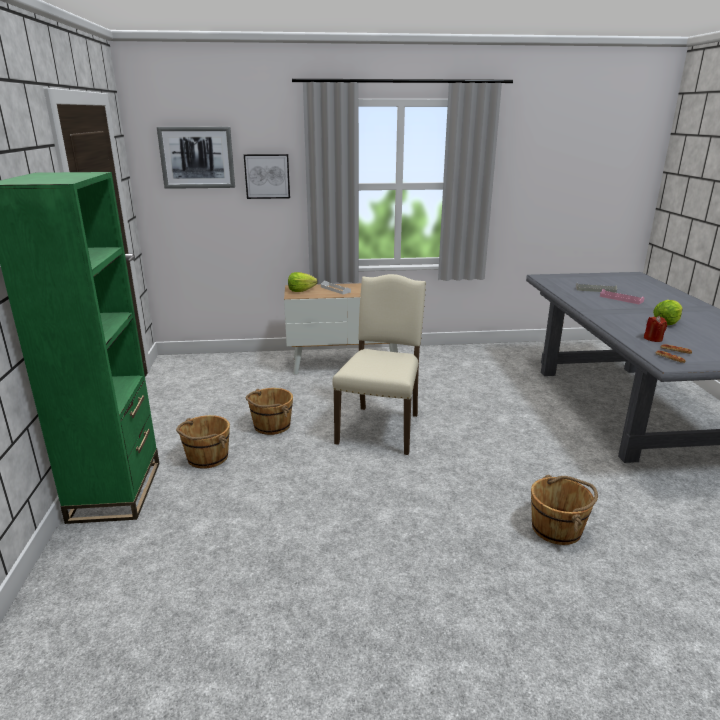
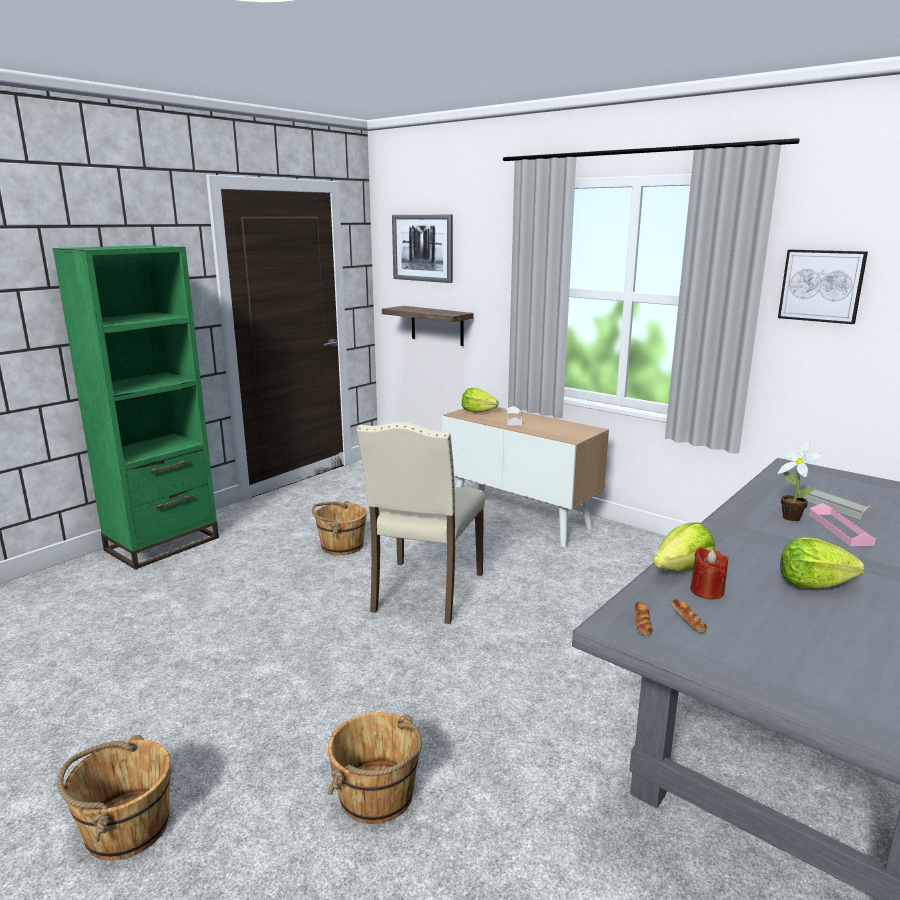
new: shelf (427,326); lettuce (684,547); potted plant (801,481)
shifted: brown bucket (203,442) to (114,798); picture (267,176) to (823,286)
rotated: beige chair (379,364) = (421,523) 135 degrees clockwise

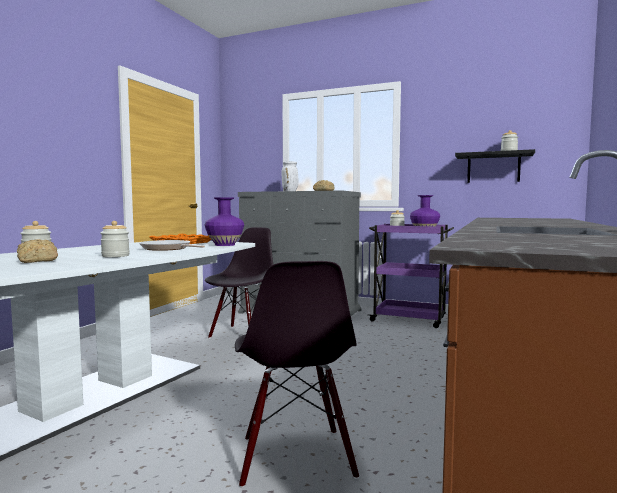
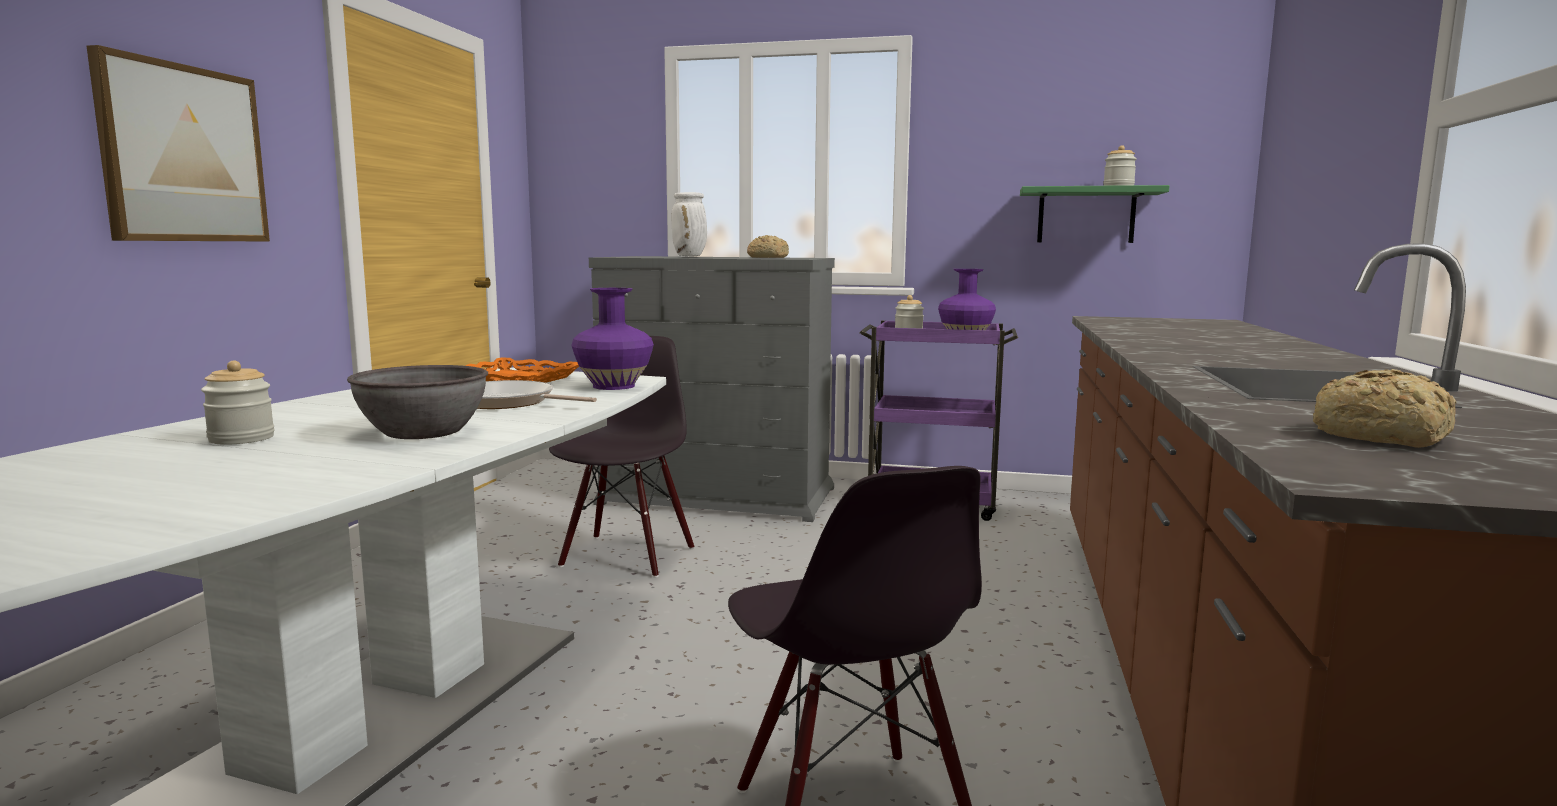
new: picture (178,143)
shifted: bread (37,251) to (1385,408)
swapped: jar (115,239) to grey bowl (417,402)
repainted: black shelf (495,166) to green shelf (1095,214)

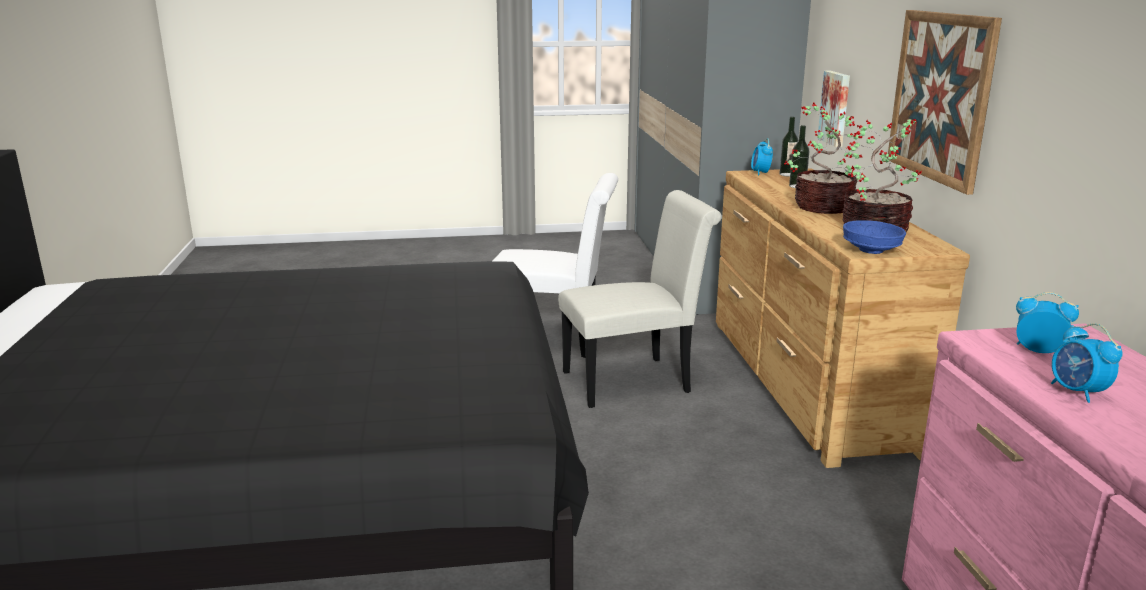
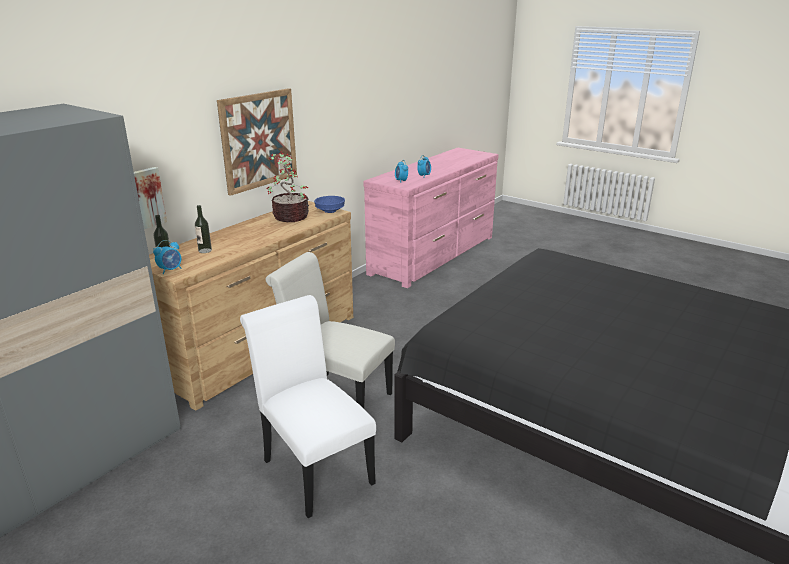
gone: potted plant (823,158)

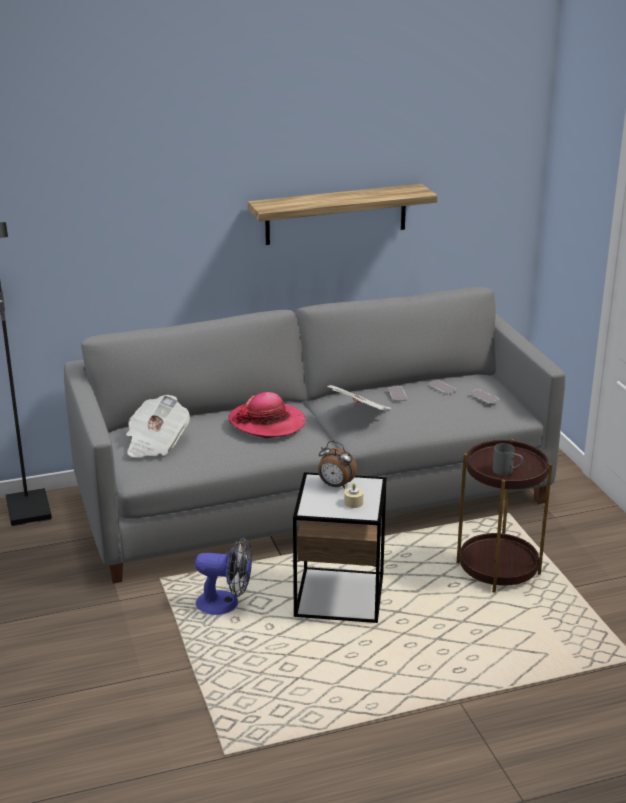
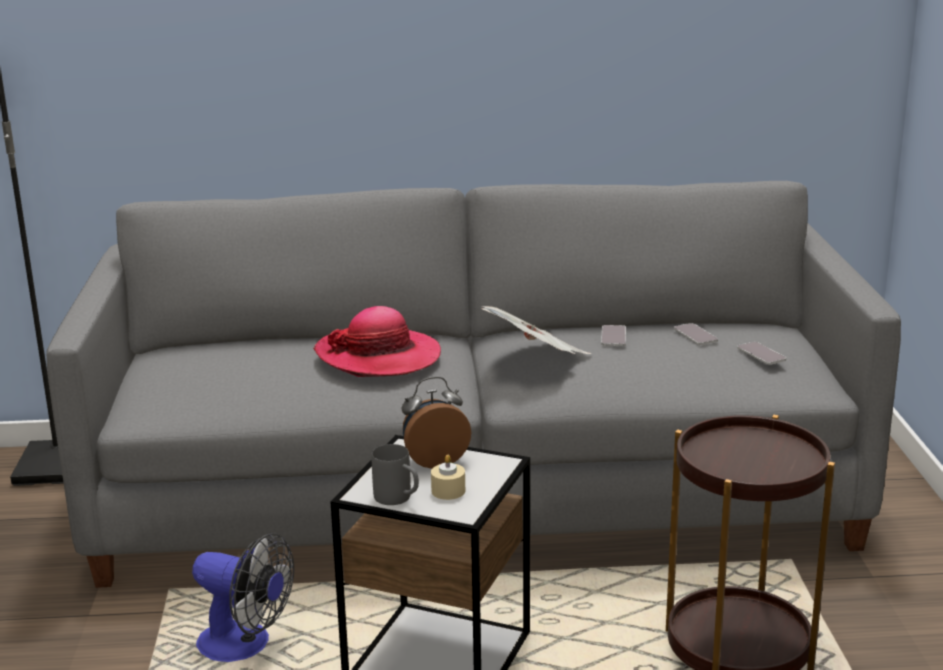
gone: newspaper (158,426); shelf (342,214)
shifted: grey mug (508,459) to (395,474)
rotated: alarm clock (337,465) = (436,423) 120 degrees clockwise

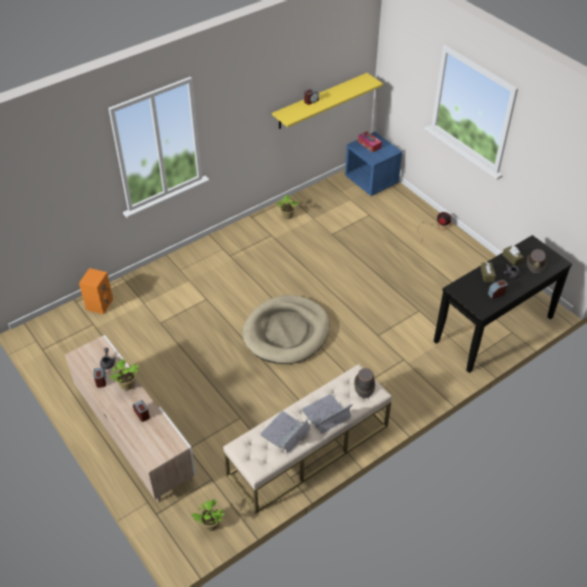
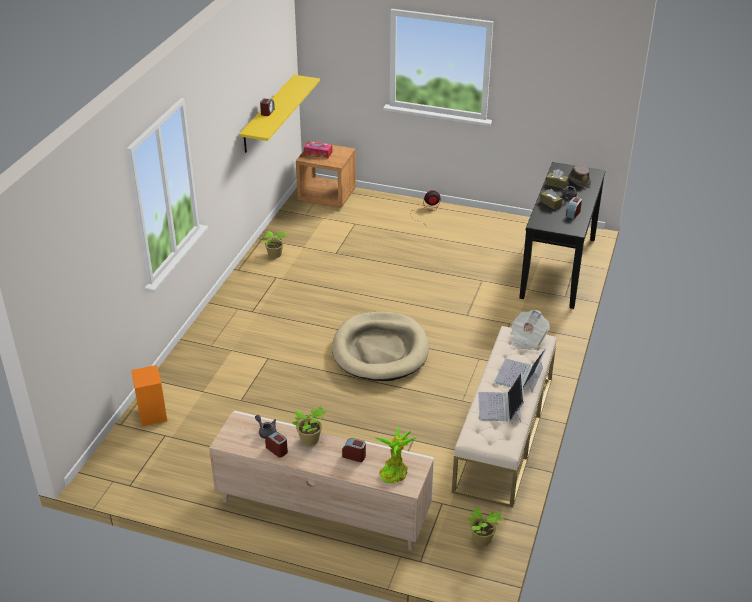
new: potted plant (396,454)
swapped: brown hat (364,383) to newspaper (530,330)
repainted: blue nightstand (373,164) to brown nightstand (326,176)

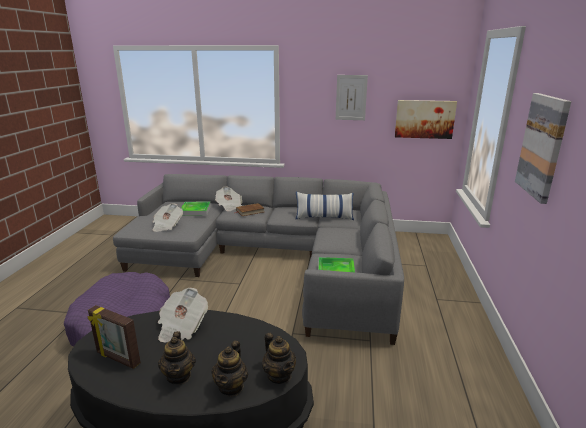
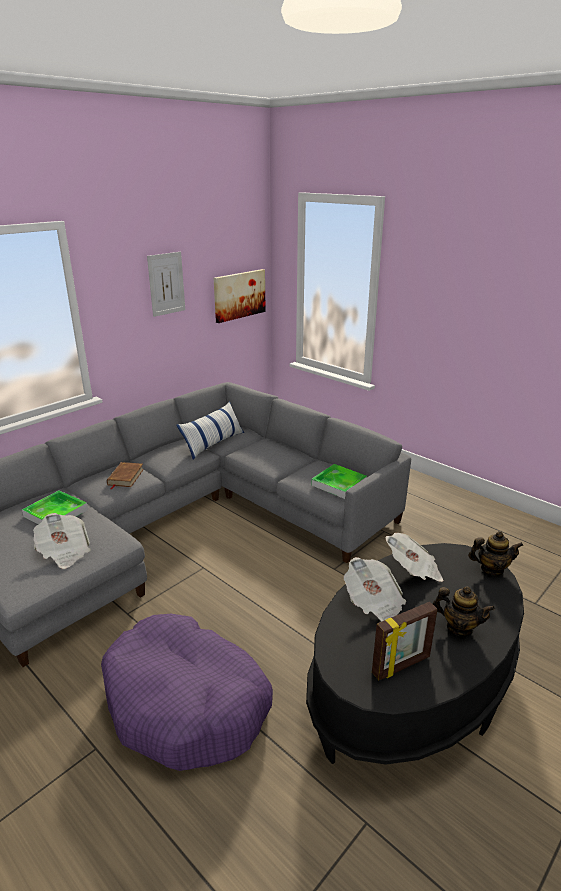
gone: teapot (229,369); picture (543,148)
shifted: newspaper (228,199) to (415,557)

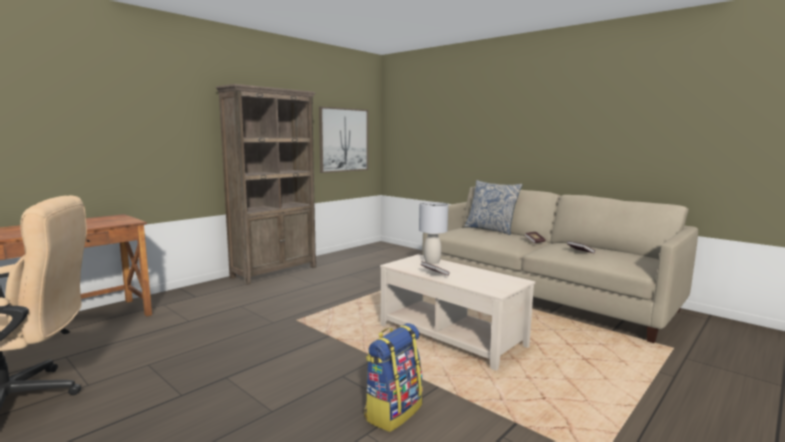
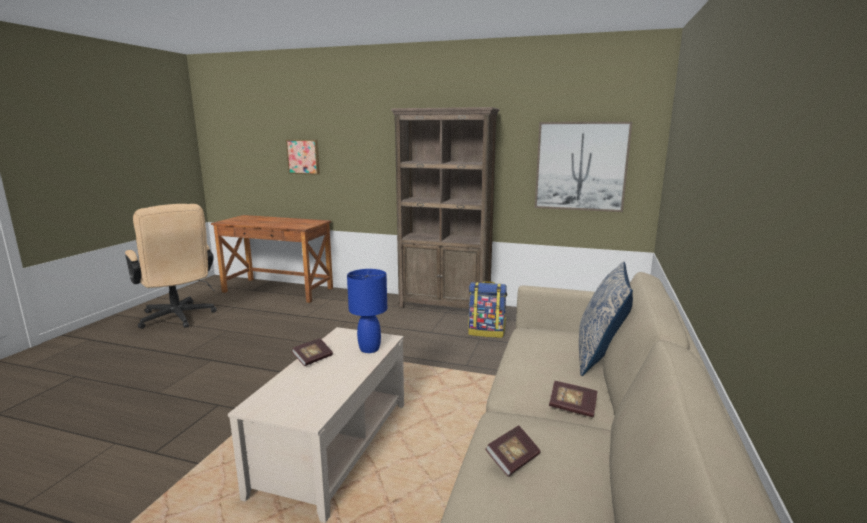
new: picture (303,157)
shifted: backpack (393,377) to (487,309)
repainted: grey table lamp (433,233) to blue table lamp (367,311)

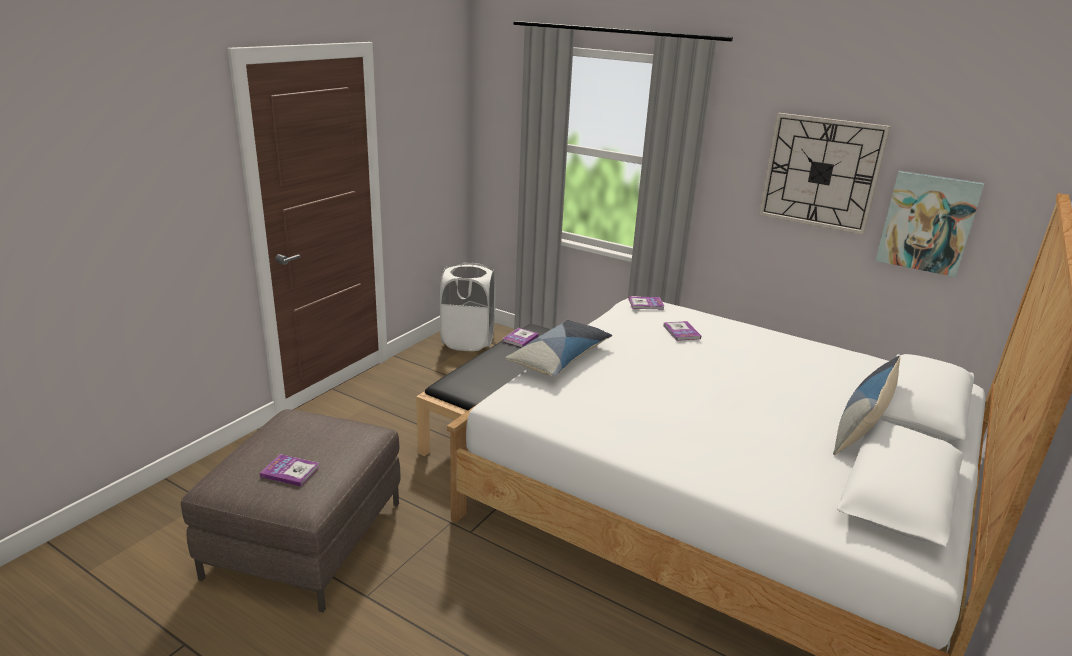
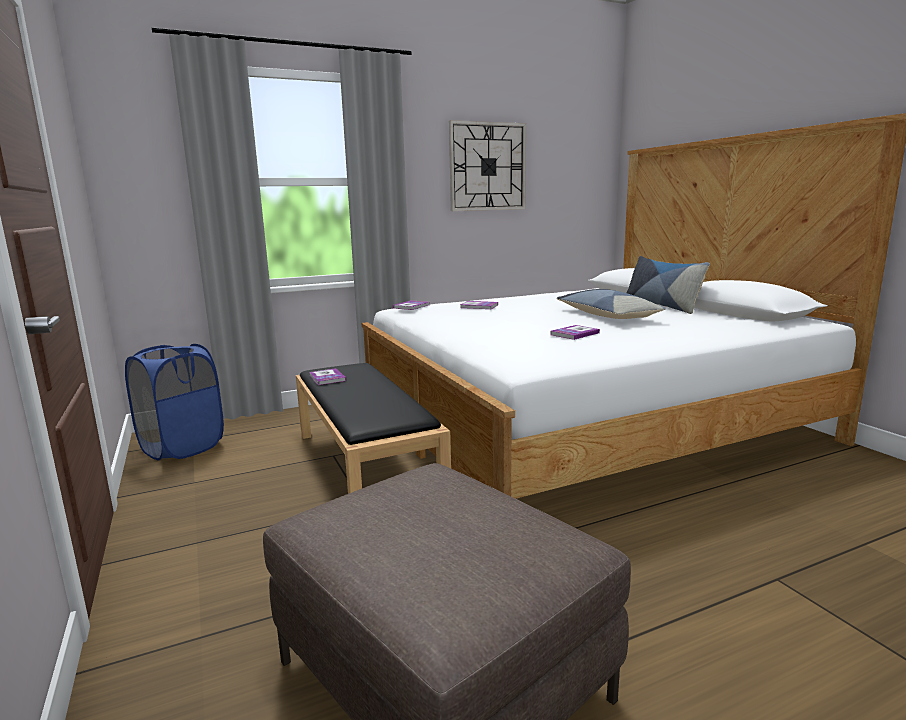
gone: picture (930,224)
shifted: book (289,470) to (575,332); pillow (558,348) to (611,304)
repainted: white laundry basket (468,307) to blue laundry basket (174,402)

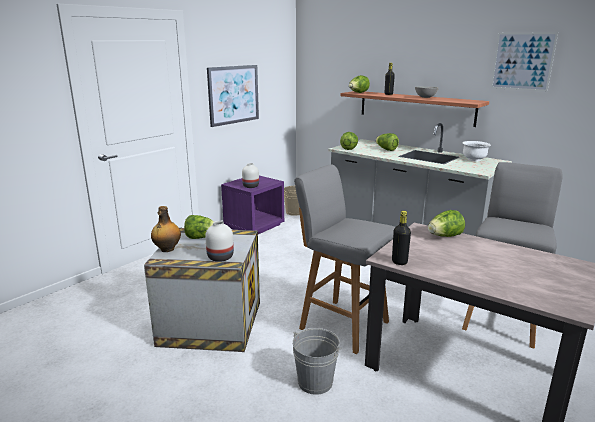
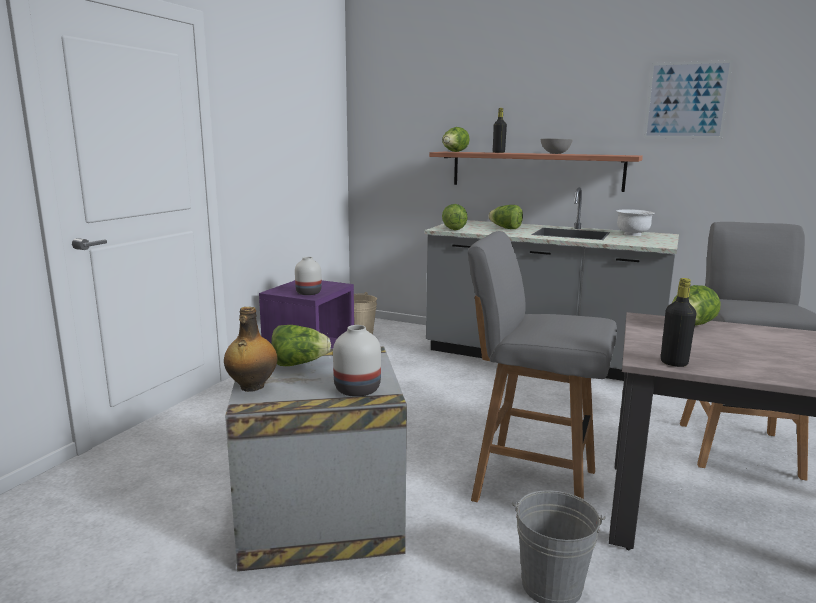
gone: picture (233,96)

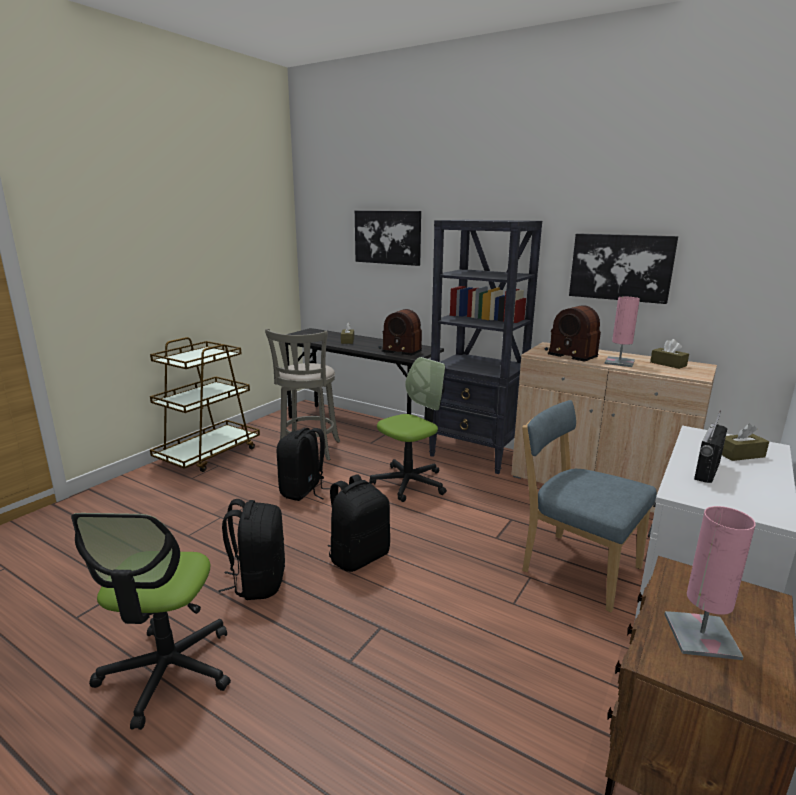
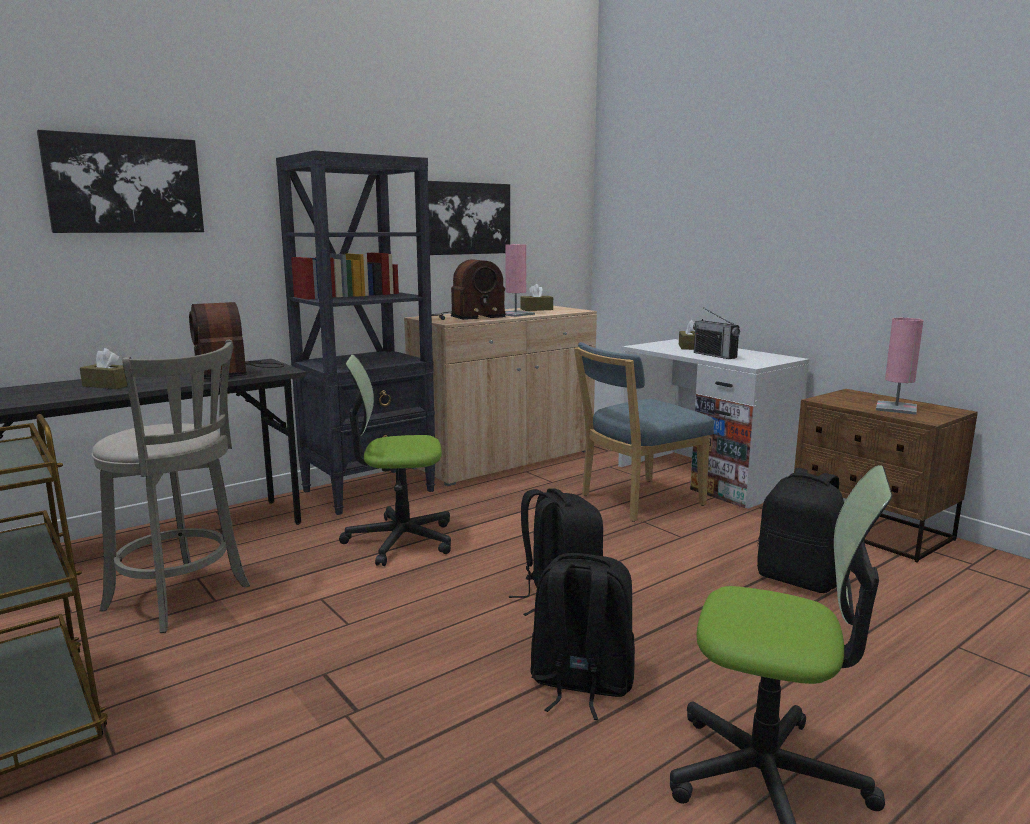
shifted: black backpack (303,464) to (800,530)
rotated: office chair (408,429) = (395,460) 75 degrees counterclockwise; radio (400,332) = (236,340) 105 degrees clockwise

